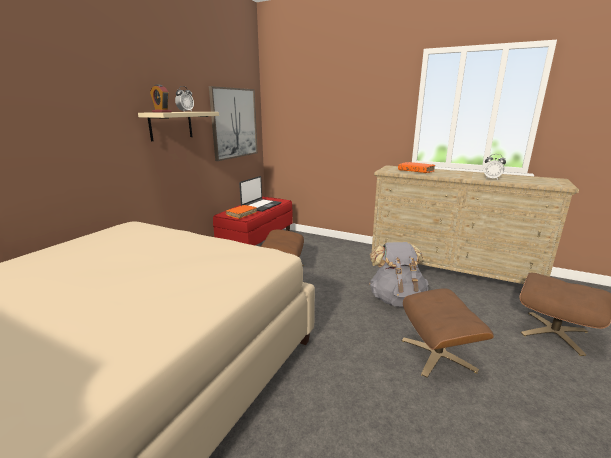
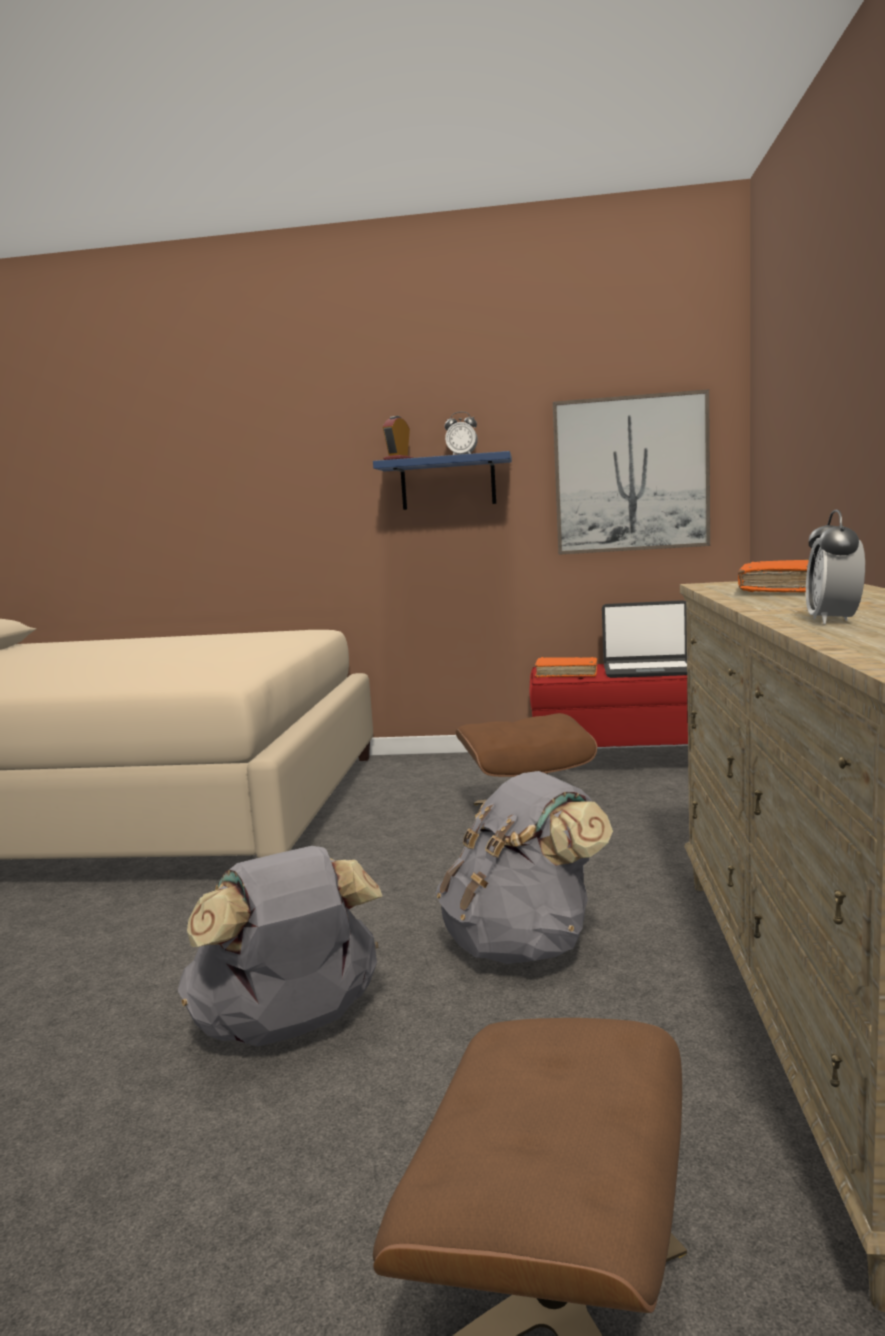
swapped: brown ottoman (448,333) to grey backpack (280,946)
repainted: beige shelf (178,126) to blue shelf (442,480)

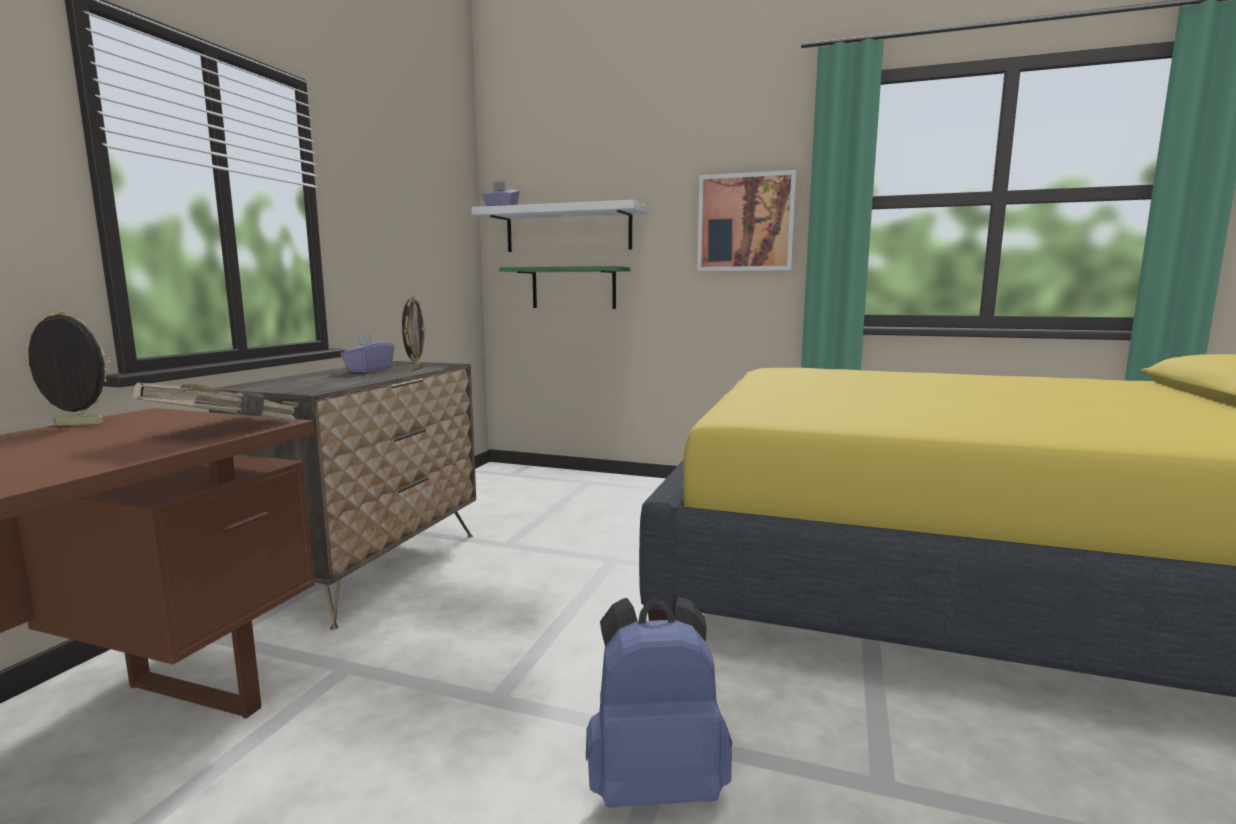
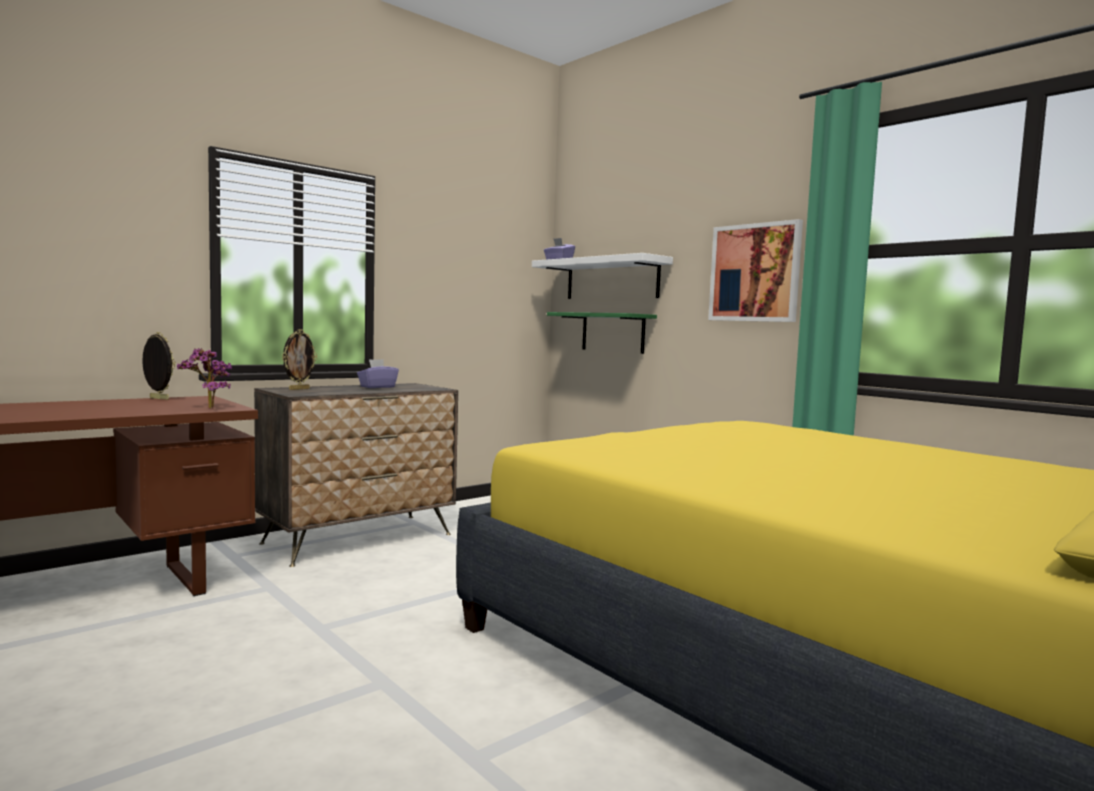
gone: blue backpack (659,701)
shifted: picture frame (414,333) to (299,359)
swapped: beige book (216,402) to potted plant (204,378)

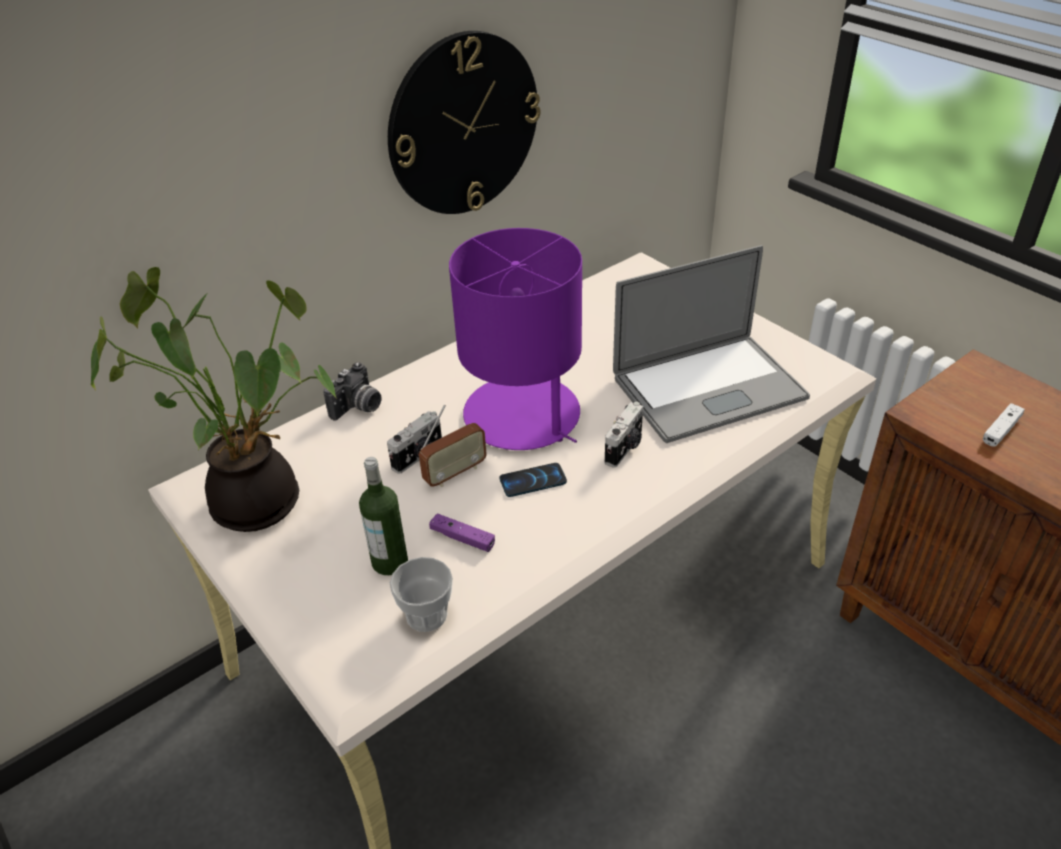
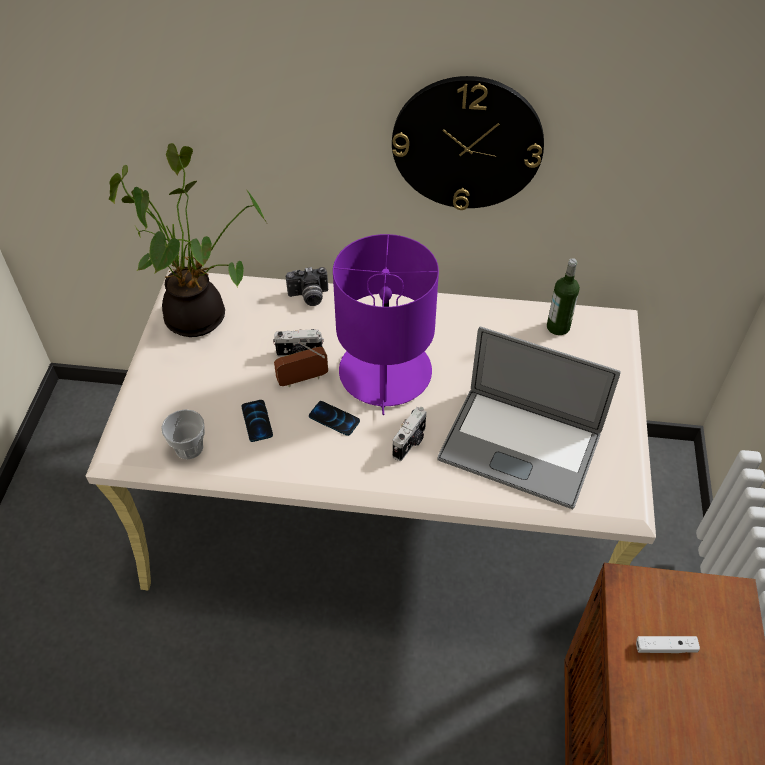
shifted: bottle (383,516) to (563,296)
swapped: purple game controller (462,532) to phone (257,421)
rotated: radio (453,446) = (301,365) 150 degrees clockwise; photo camera (624,435) = (409,434) 45 degrees counterclockwise

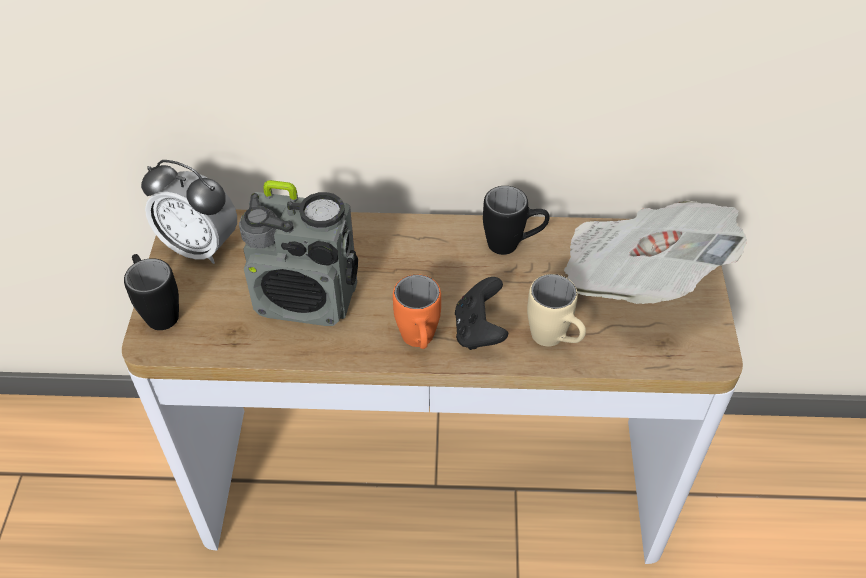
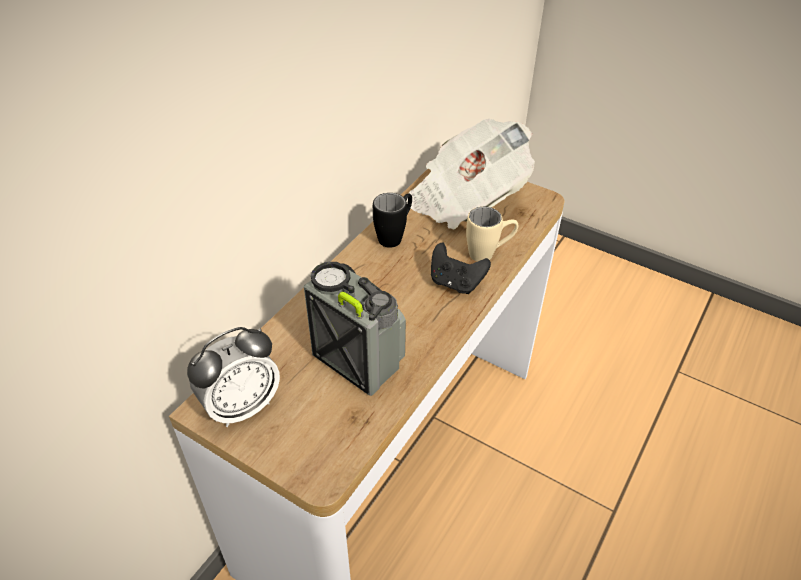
gone: black mug (151,292); orange mug (417,311)
rotated: radio (298,253) = (355,328) 90 degrees counterclockwise

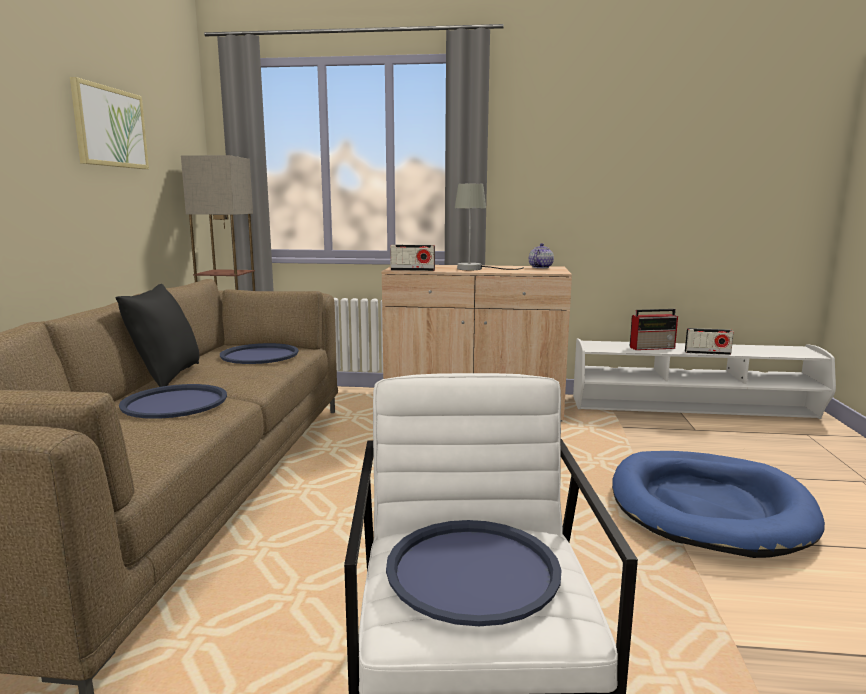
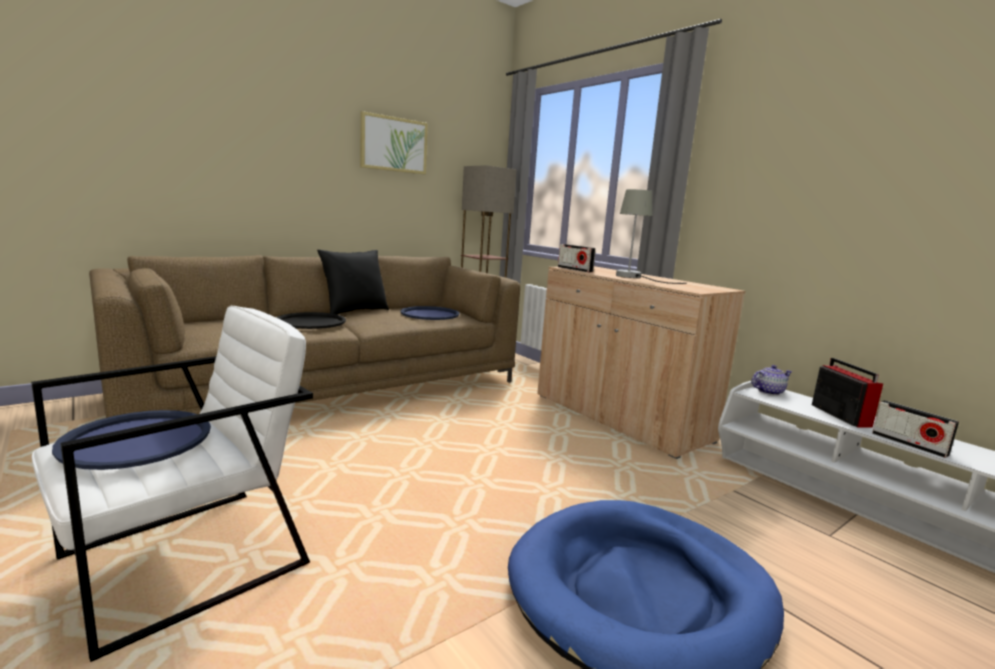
shifted: teapot (541,255) to (771,380)
repainted: blue tray (173,401) to black tray (311,320)
rotated: radio (654,329) = (847,393) 135 degrees counterclockwise

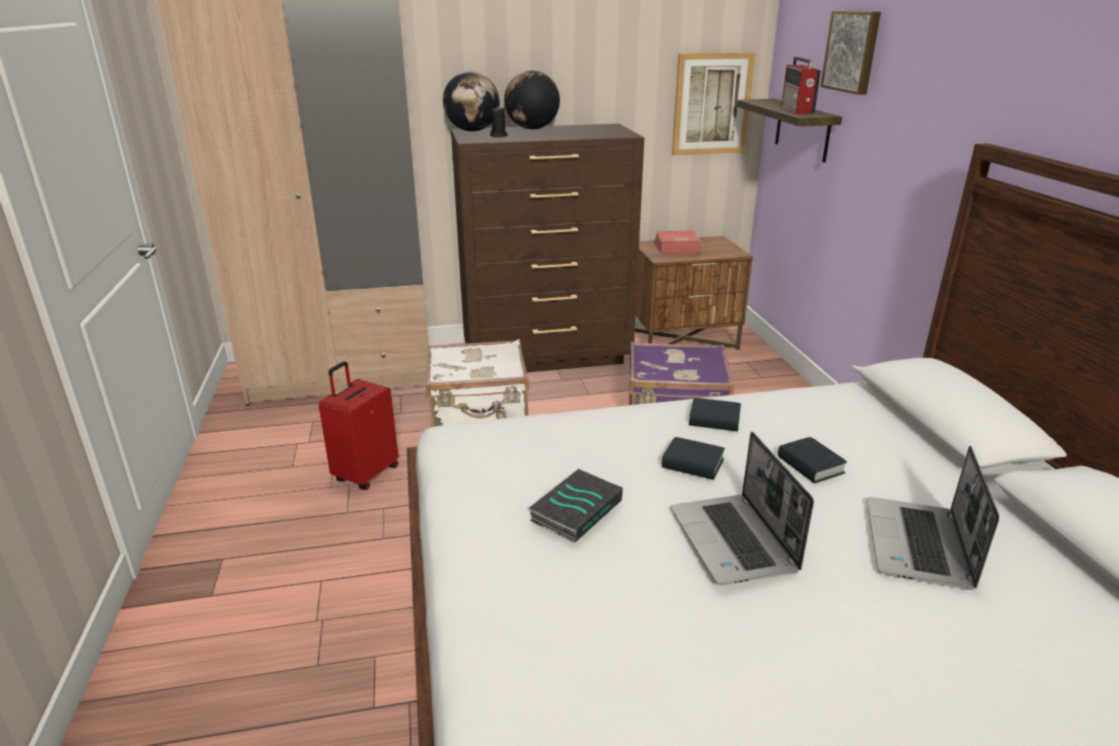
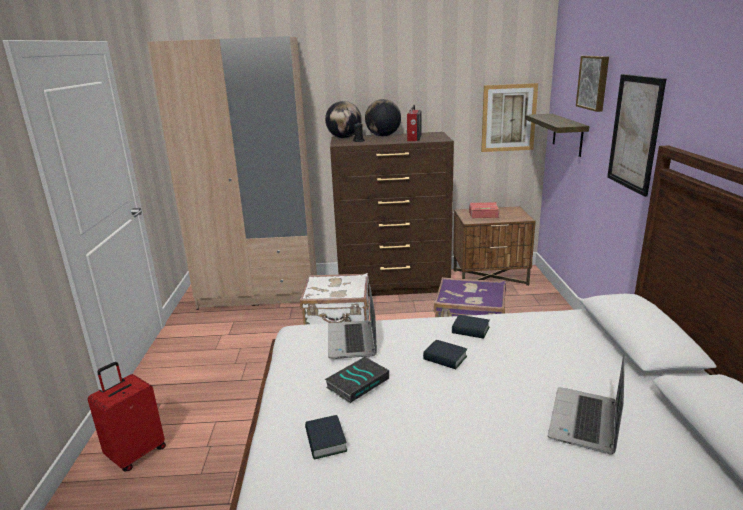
new: picture (636,135)
shifted: red suitcase (358,425) to (127,416); laptop (742,508) to (352,321); book (812,460) to (326,437); radio (801,85) to (414,123)

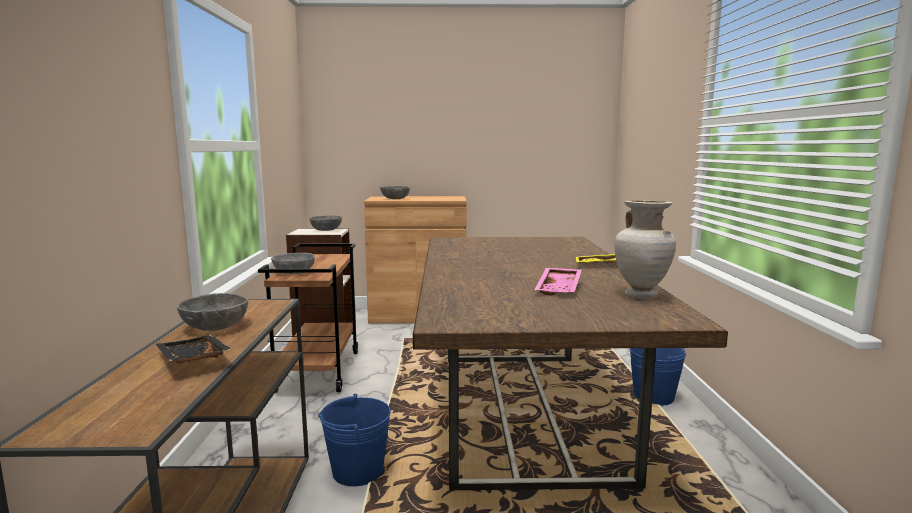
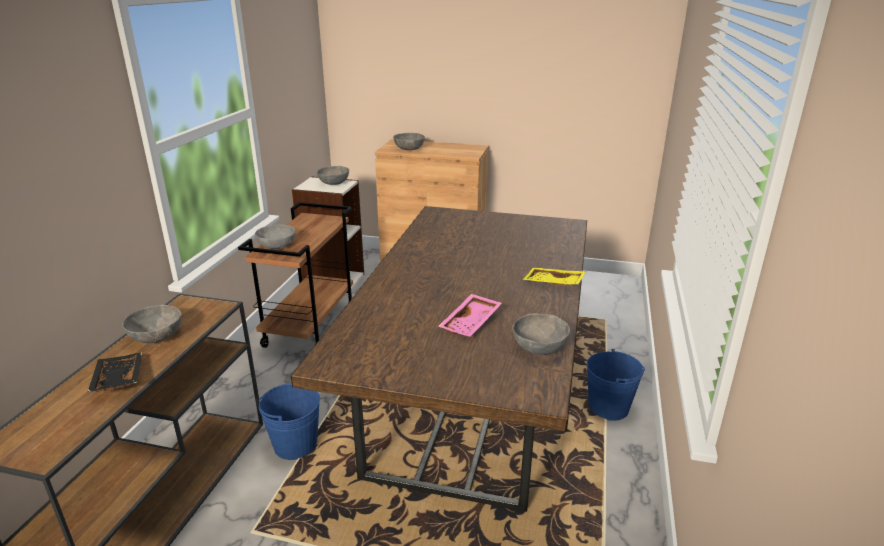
swapped: beige vase (645,250) to grey bowl (541,334)

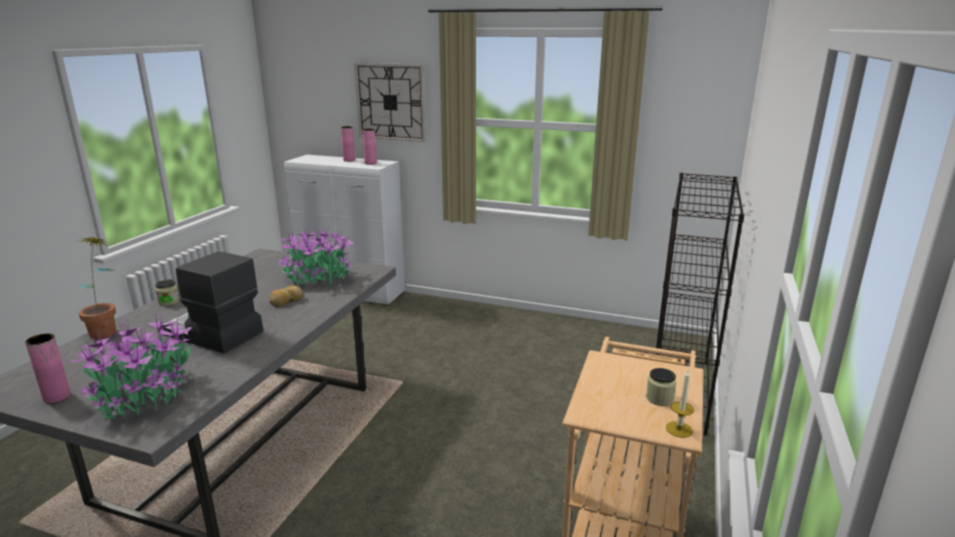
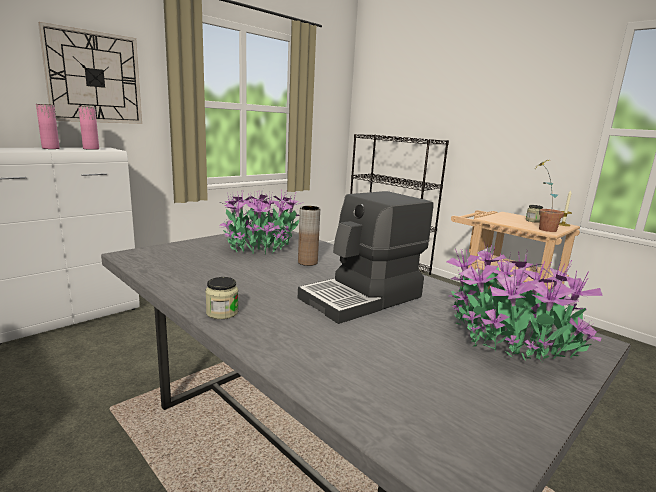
gone: pink vase (48,368)
shifted: potted plant (95,288) to (549,196)
swapped: bread (286,296) to brown vase (309,236)

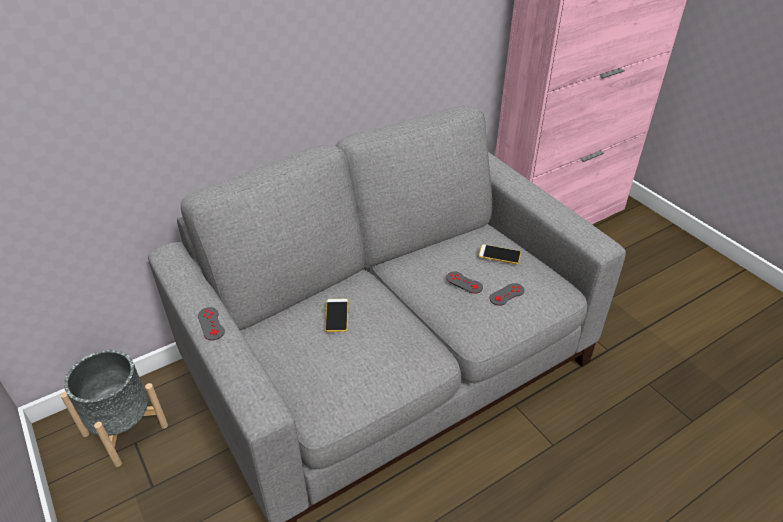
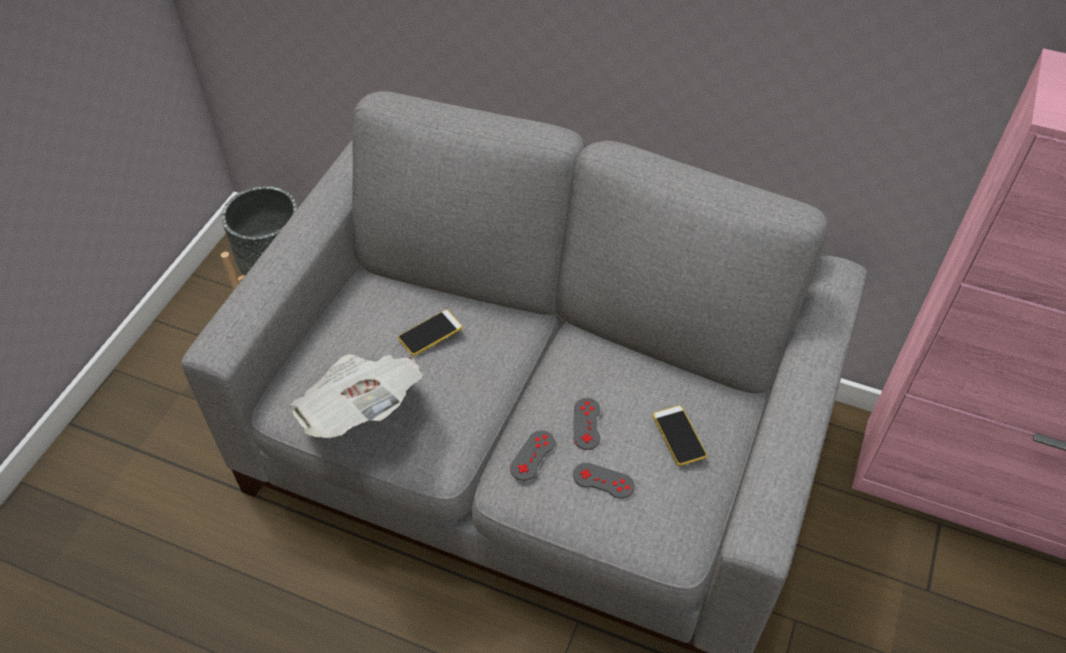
new: newspaper (357,396)
shifted: grey game controller (211,324) to (532,455)

